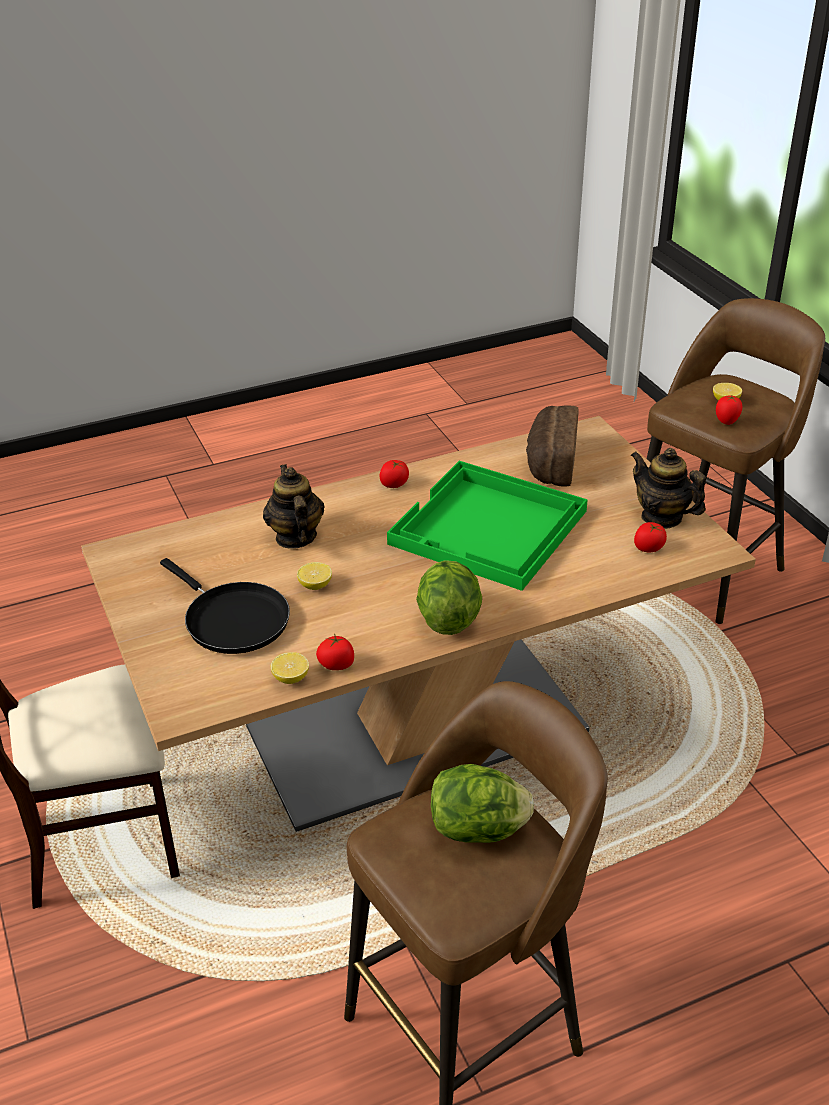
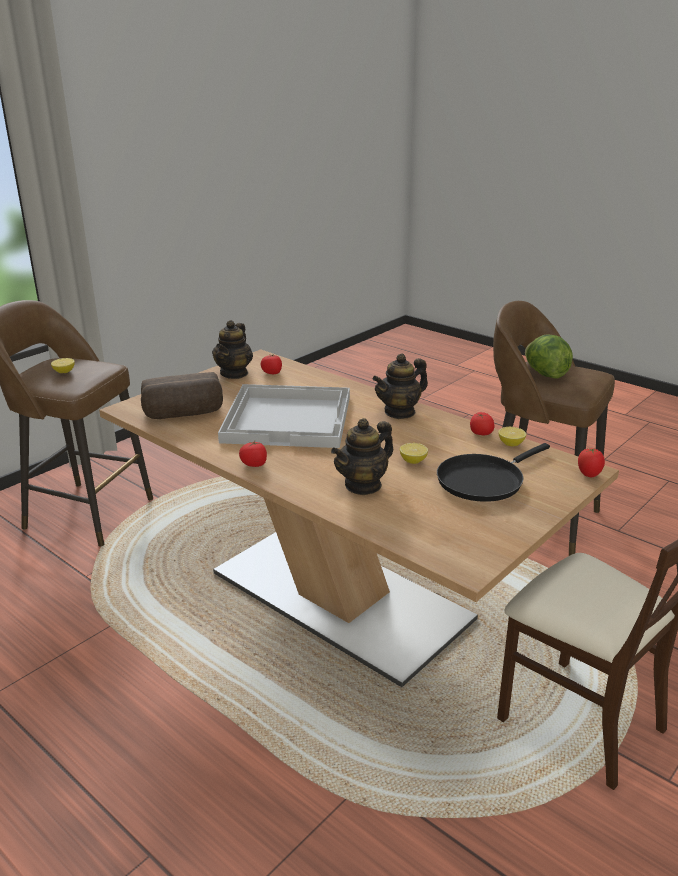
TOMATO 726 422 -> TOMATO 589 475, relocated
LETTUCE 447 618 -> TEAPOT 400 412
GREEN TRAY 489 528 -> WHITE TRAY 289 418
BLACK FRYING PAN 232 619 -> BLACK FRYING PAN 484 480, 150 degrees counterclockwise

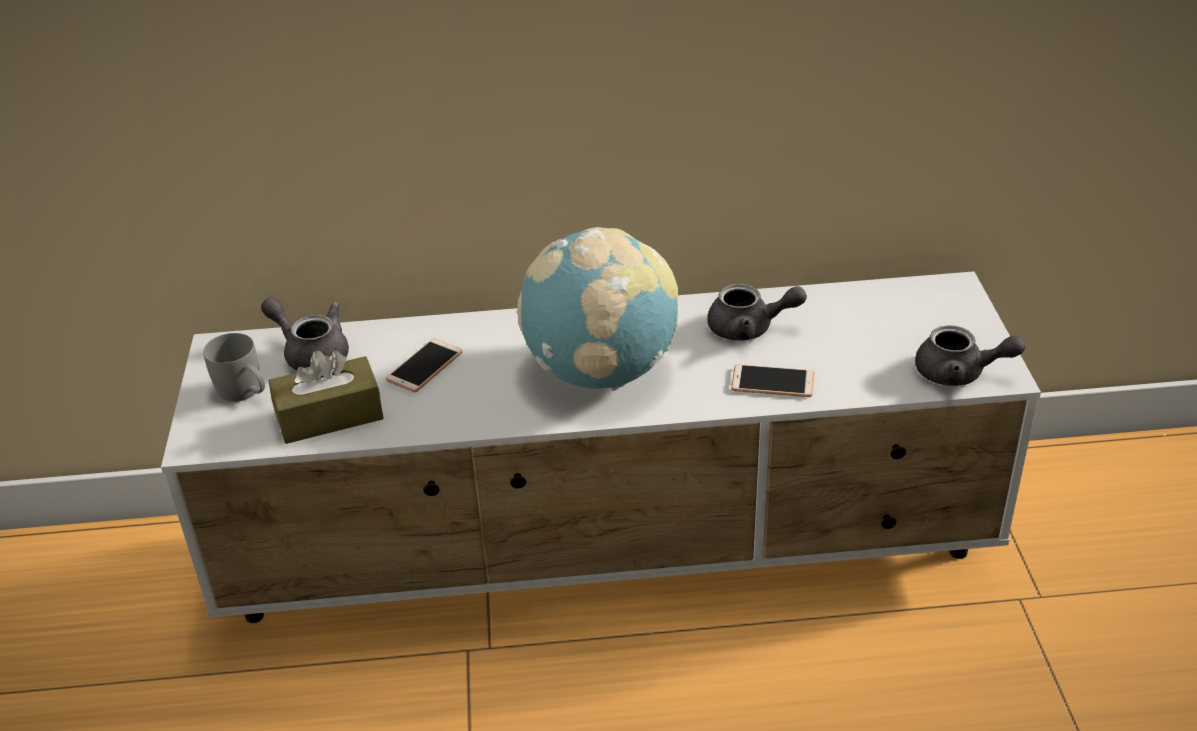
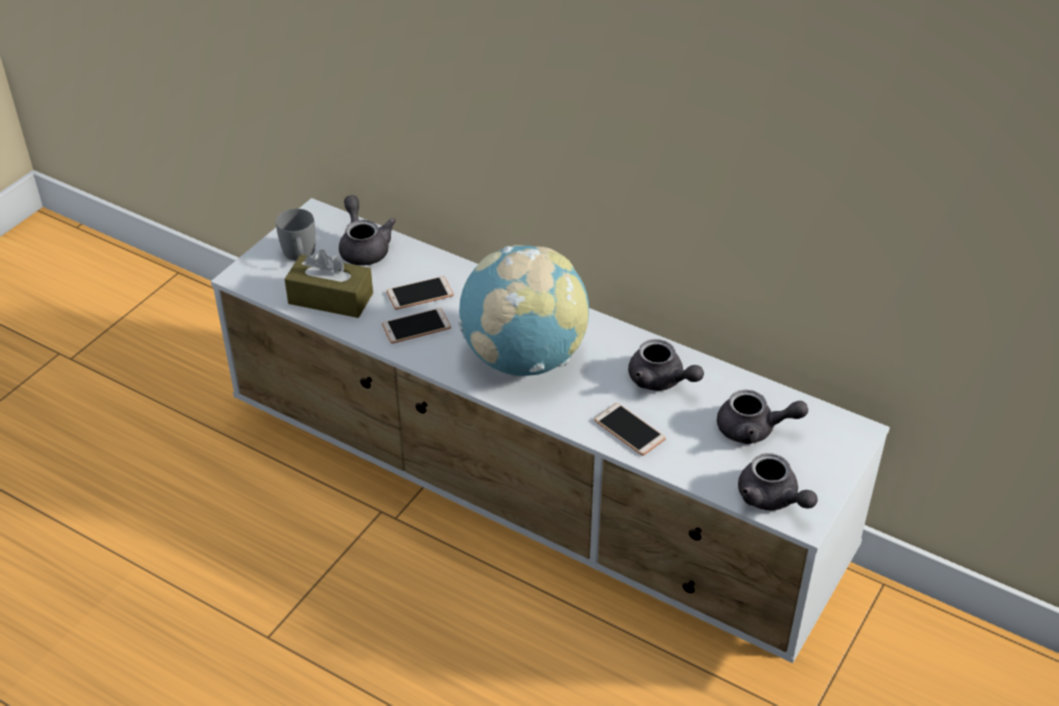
none -> PHONE 416 327
none -> GREY TEAPOT 754 430

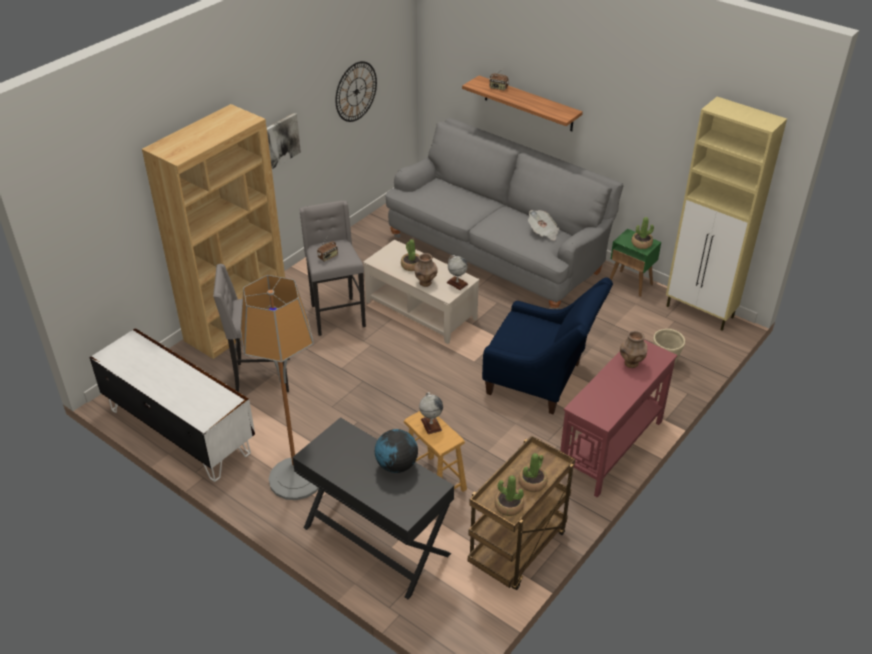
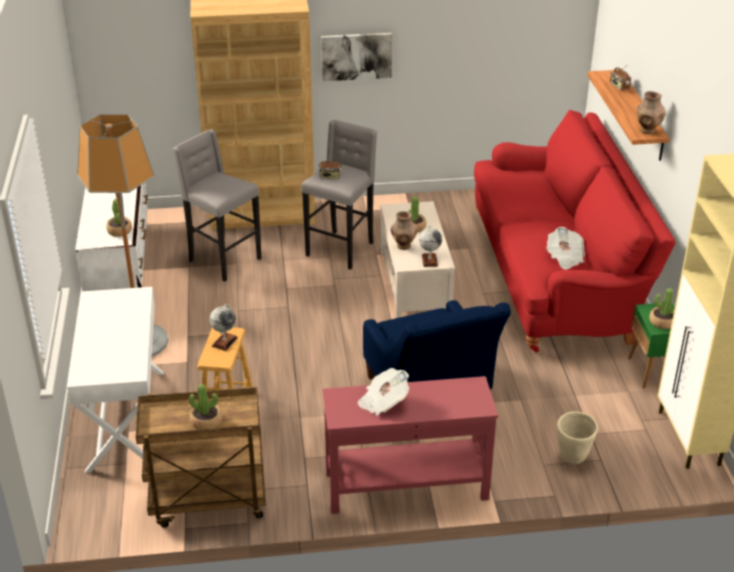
WALL CLOCK 356 91 -> none
GLOBE 396 465 -> none
none -> NEWSPAPER 383 402
POTTED PLANT 508 506 -> POTTED PLANT 119 231, relocated
BROWN VASE 631 363 -> BROWN VASE 647 131, relocated
BLACK DESK 375 541 -> WHITE DESK 125 419
GREY SOFA 497 253 -> RED SOFA 555 275

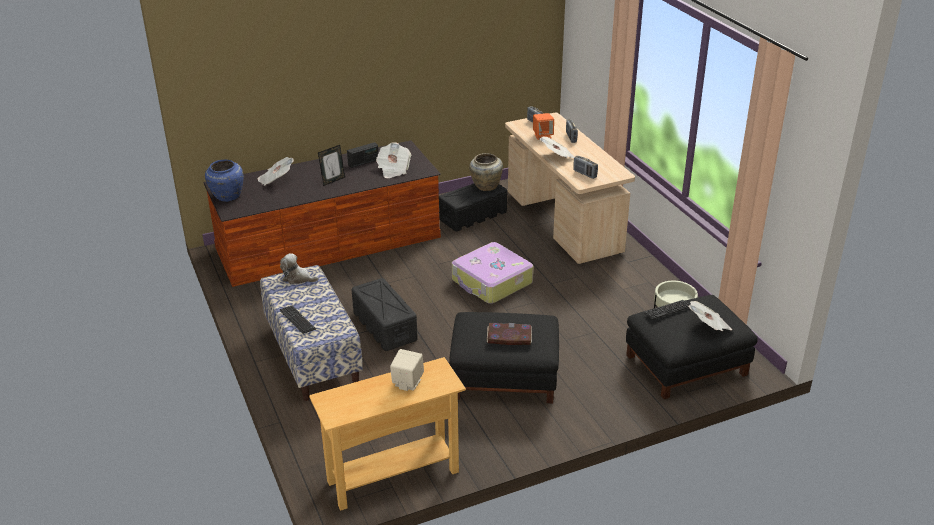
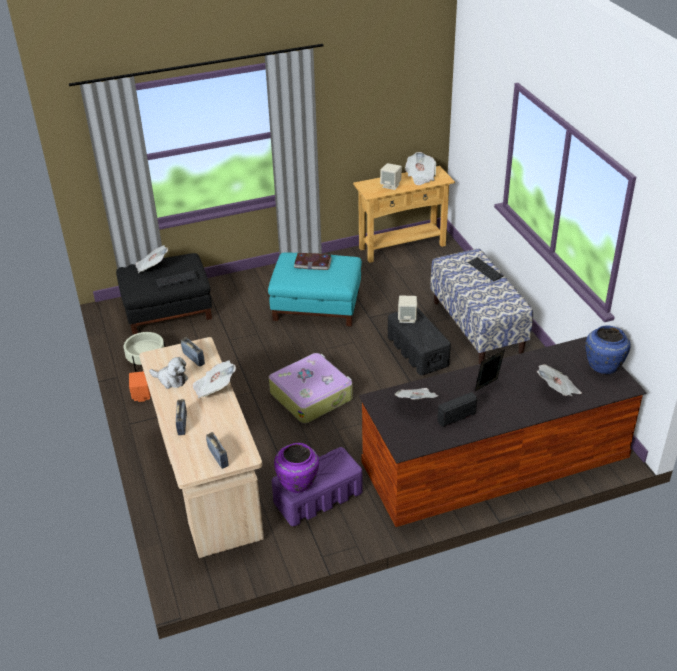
none -> BEIGE SPEAKER 407 318
none -> NEWSPAPER 420 177
PLUSH TOY 298 278 -> PLUSH TOY 171 379, relocated
ORANGE SPEAKER 543 136 -> ORANGE SPEAKER 141 396, relocated
BLACK STORAGE BOX 473 215 -> PURPLE STORAGE BOX 317 498
BLACK OTTOMAN 504 377 -> TURQUOISE OTTOMAN 317 305
BEIGE VASE 485 186 -> PURPLE VASE 298 483

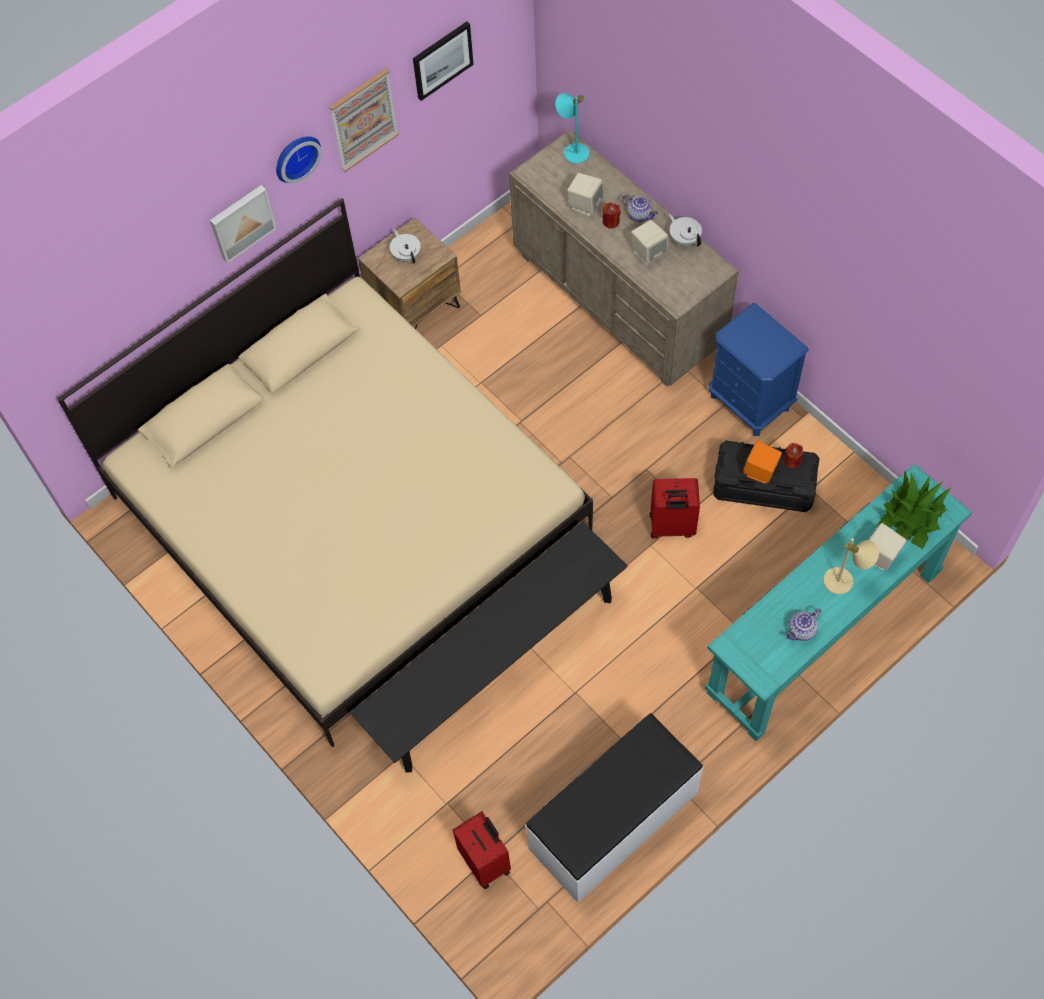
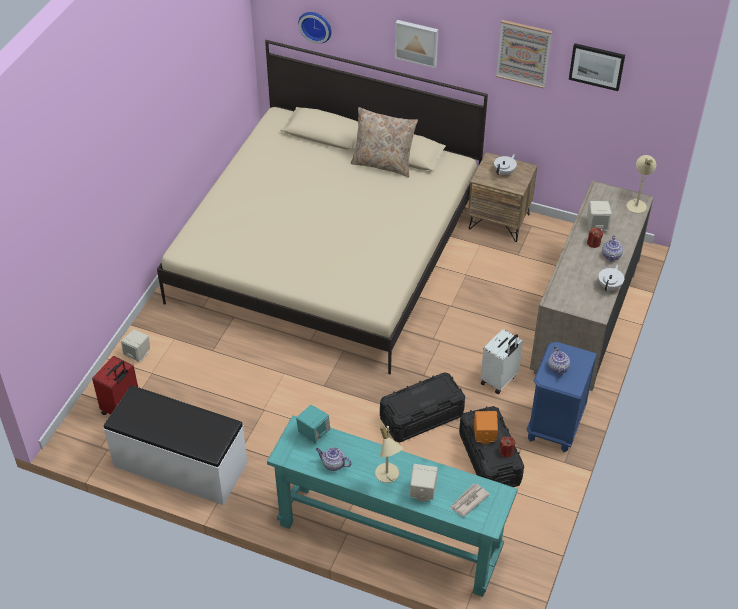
BLACK BENCH 495 666 -> none
none -> TURQUOISE SPEAKER 313 433
none -> BEIGE PILLOW 383 164
none -> WHITE SUITCASE 499 380
none -> TEAPOT 558 368
WALL CLOCK 295 156 -> WALL CLOCK 316 25, relocated
BEIGE SPEAKER 648 253 -> BEIGE SPEAKER 138 354, relocated
RED SUITCASE 672 527 -> BLACK STORAGE BOX 421 417
POTTED PLANT 911 517 -> NEWSPAPER 468 501
TURQUOISE TABLE LAMP 573 150 -> BEIGE TABLE LAMP 637 203

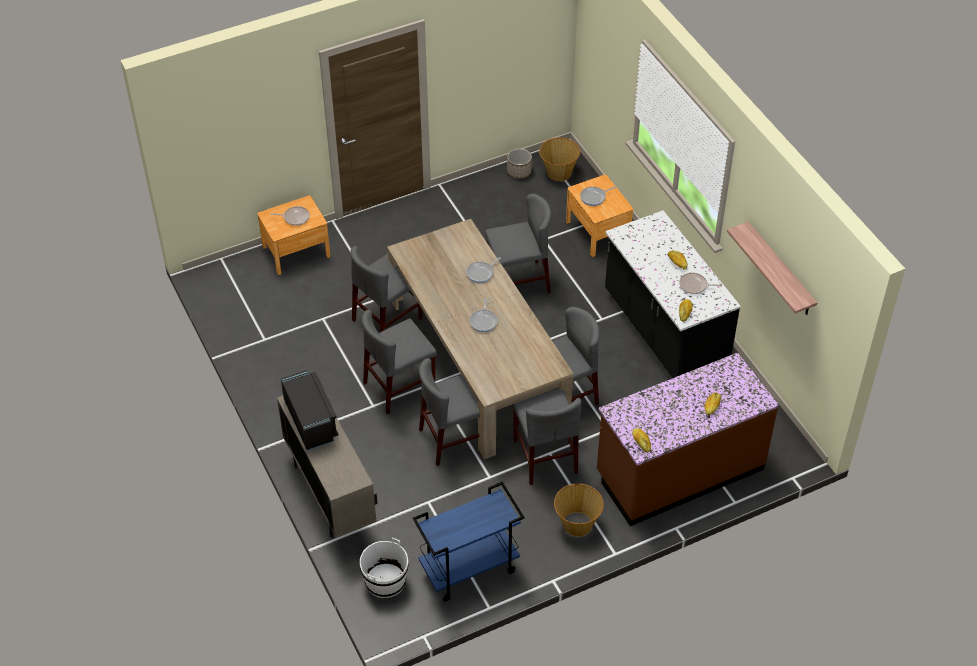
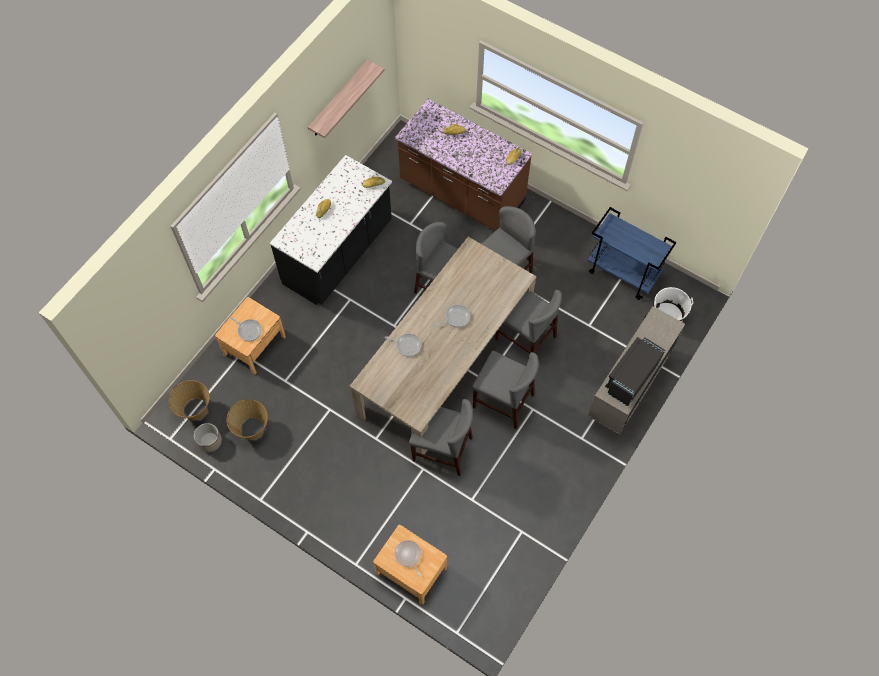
GREY CHAIR 518 282 -> none
FRYING PAN 694 286 -> none
BASKET 577 523 -> BASKET 251 428, relocated

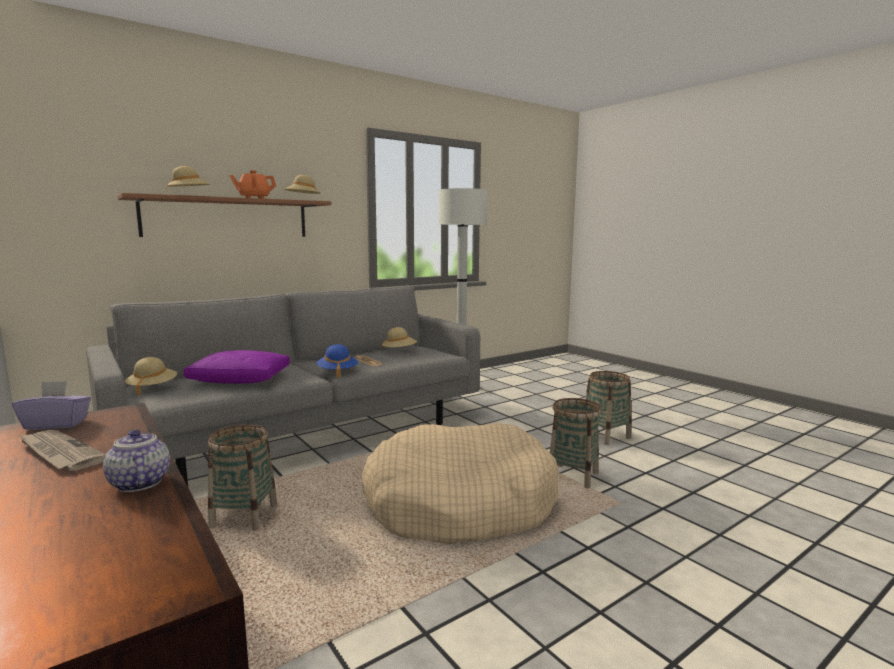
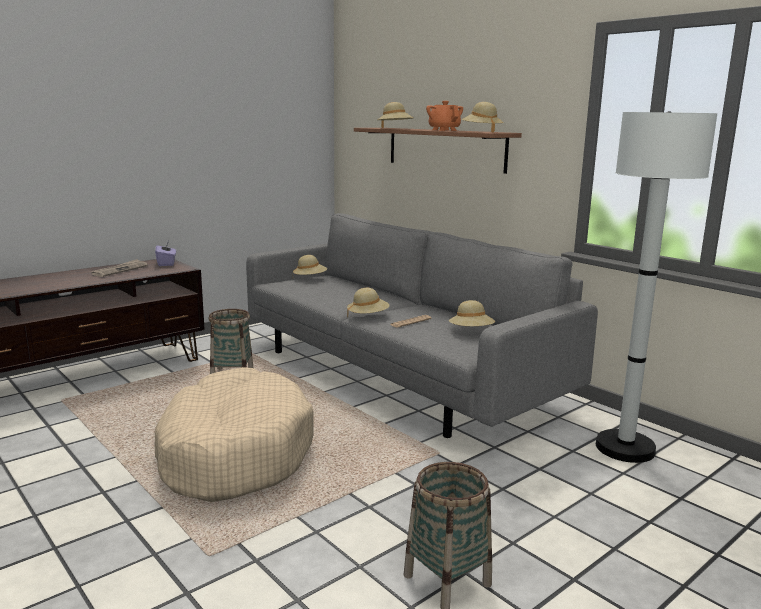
TEAPOT 138 482 -> none
PURPLE PILLOW 241 380 -> none
BASKET 573 476 -> none
BLUE HAT 337 372 -> BEIGE HAT 368 316

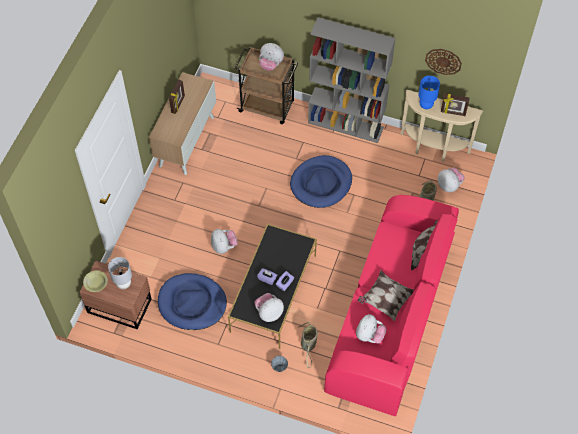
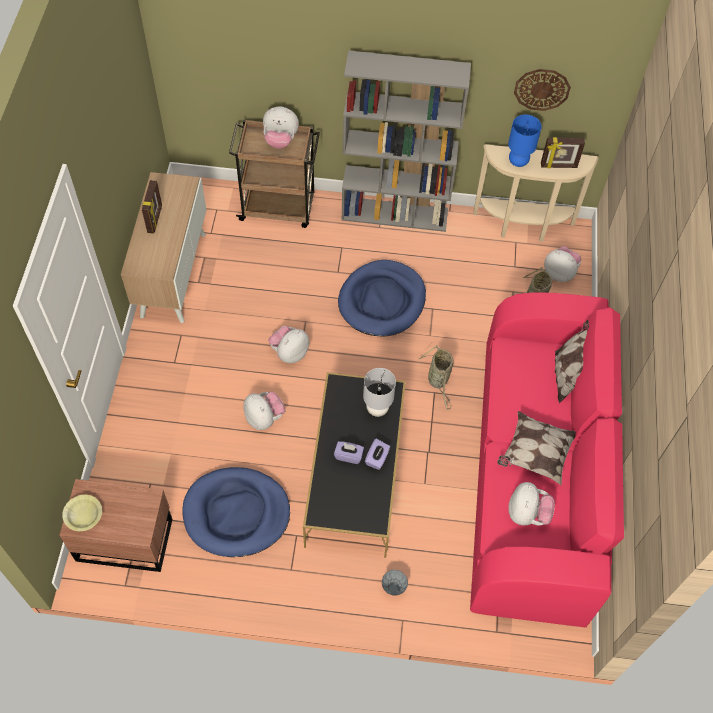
GREY TABLE LAMP 124 284 -> GREY TABLE LAMP 377 409, relocated
PLUSH TOY 269 312 -> PLUSH TOY 289 352, relocated
BASKET 308 345 -> BASKET 438 381, relocated

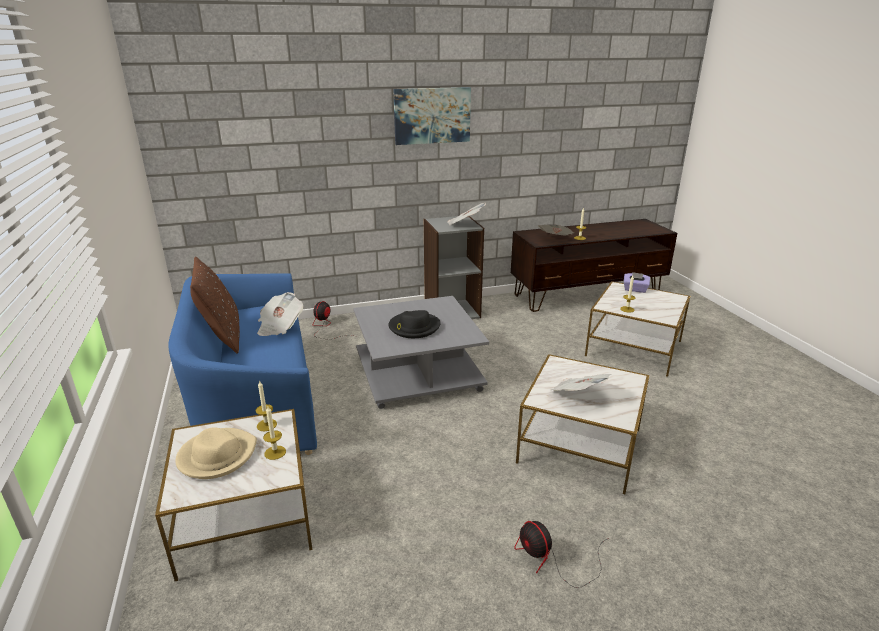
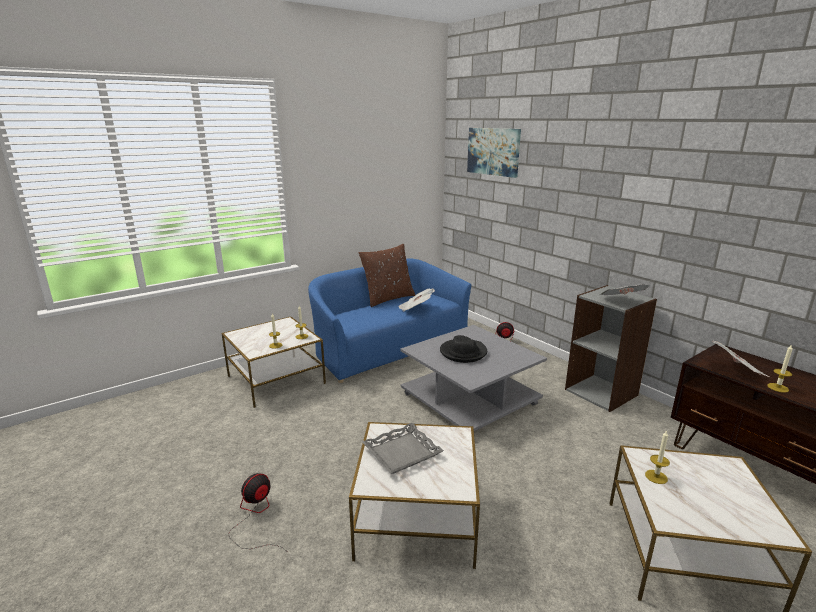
BEIGE HAT 217 456 -> none
PURPLE TISSUE BOX 635 289 -> none
PICTURE 432 115 -> PICTURE 493 151, relocated
NEWSPAPER 578 395 -> GREY TRAY 402 452

